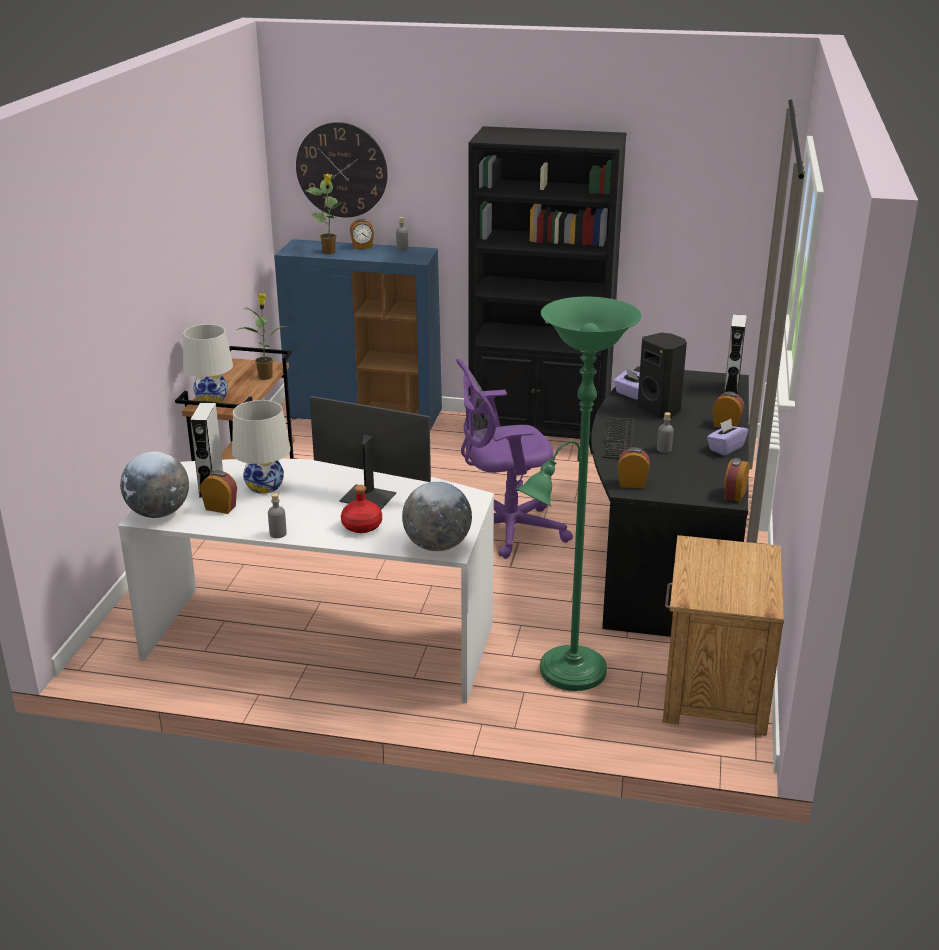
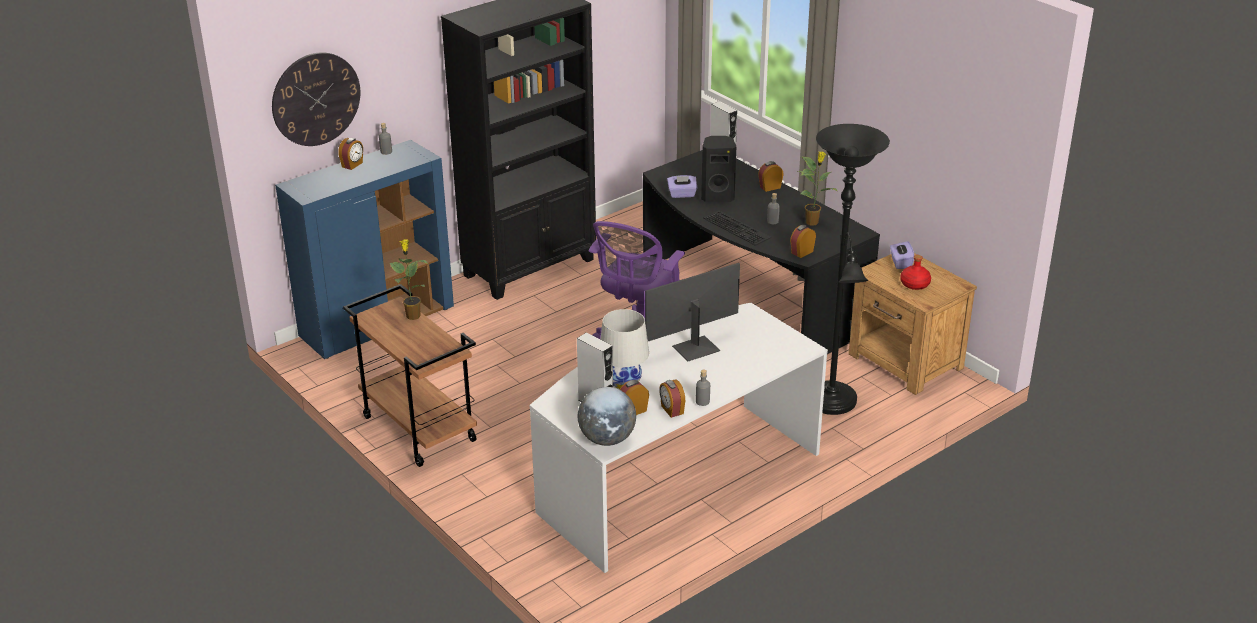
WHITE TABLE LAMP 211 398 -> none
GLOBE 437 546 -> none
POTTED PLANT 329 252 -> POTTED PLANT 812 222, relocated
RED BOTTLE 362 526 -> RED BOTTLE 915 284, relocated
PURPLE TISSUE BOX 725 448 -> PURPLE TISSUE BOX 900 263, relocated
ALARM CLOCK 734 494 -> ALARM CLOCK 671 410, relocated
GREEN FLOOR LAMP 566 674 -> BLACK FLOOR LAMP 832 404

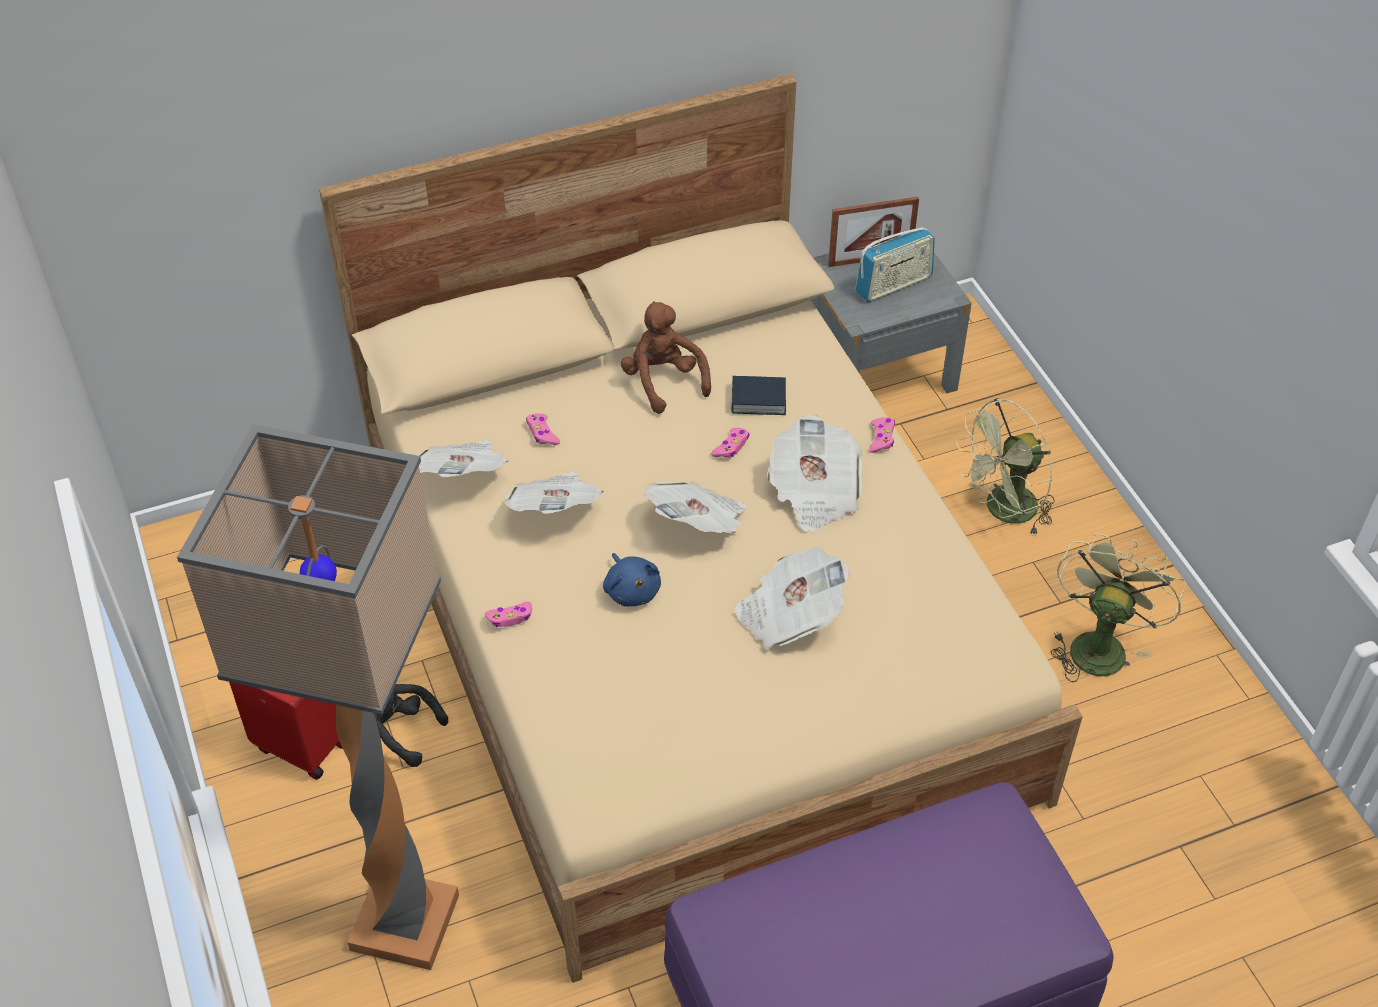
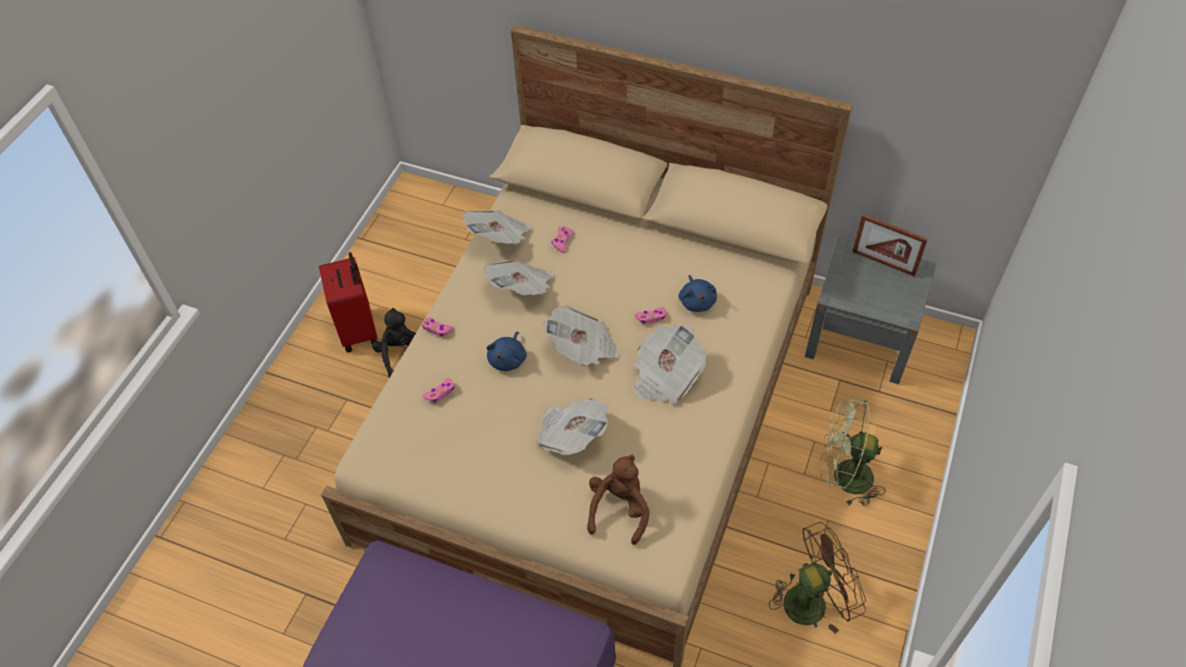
FLOOR LAMP 403 919 -> none
RADIO 893 285 -> none
BROWN PLUSH TOY 663 381 -> BROWN PLUSH TOY 619 509, relocated
PINK GAME CONTROLLER 881 438 -> PINK GAME CONTROLLER 440 393, relocated
BOOK 758 399 -> BLUE PLUSH TOY 697 301
GREEN FAN 1099 643 -> BROWN FAN 812 599

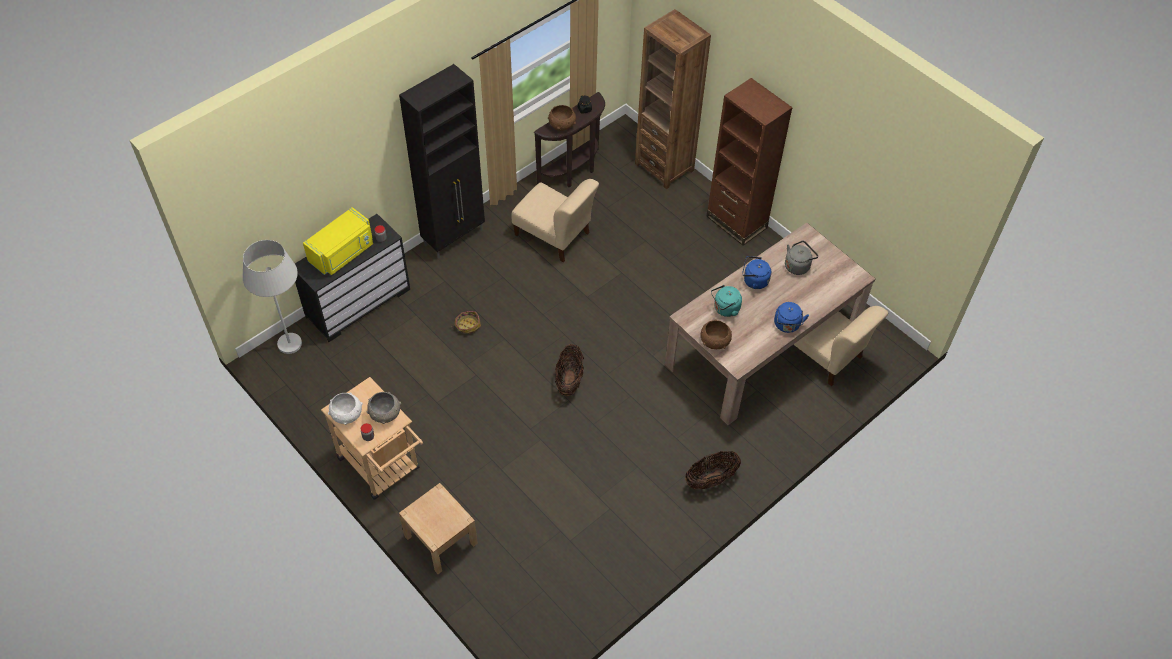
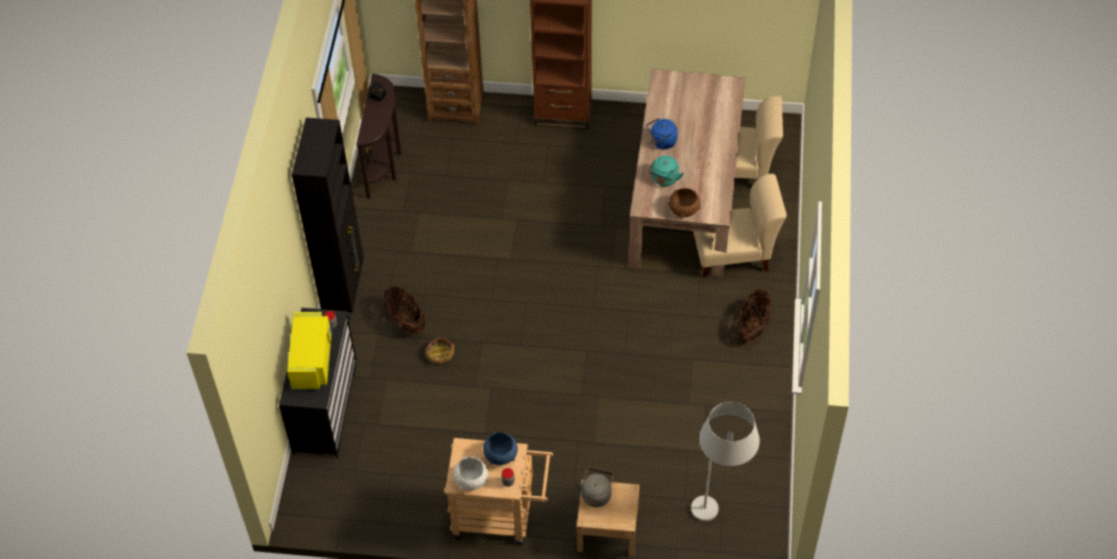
BROWN BOWL 562 125 -> none
BLUE KETTLE 787 325 -> none
WHITE FLOOR LAMP 295 353 -> WHITE FLOOR LAMP 719 513, relocated
BEIGE CHAIR 554 236 -> BEIGE CHAIR 734 254, relocated
BASKET 569 380 -> BASKET 406 320, relocated
GREY KETTLE 798 265 -> GREY KETTLE 596 494, relocated
GREY BOWL 385 414 -> BLUE BOWL 501 455

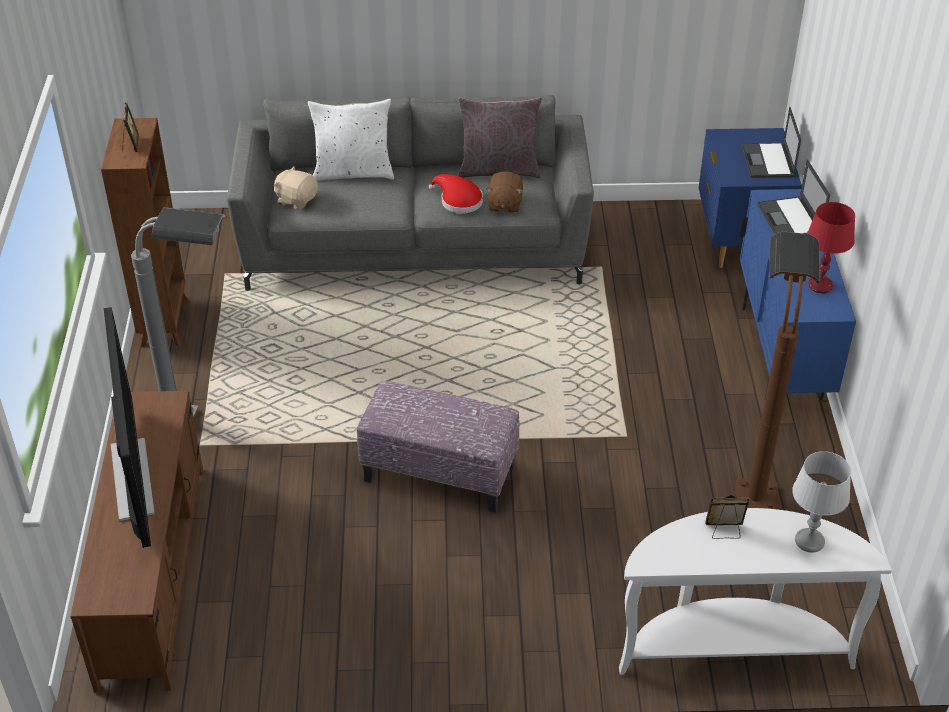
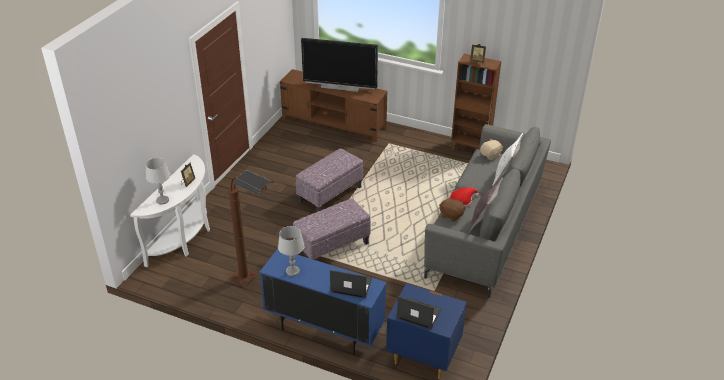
GREY FLOOR LAMP 201 423 -> none
none -> OTTOMAN 332 247
RED TABLE LAMP 820 285 -> GREY TABLE LAMP 292 271

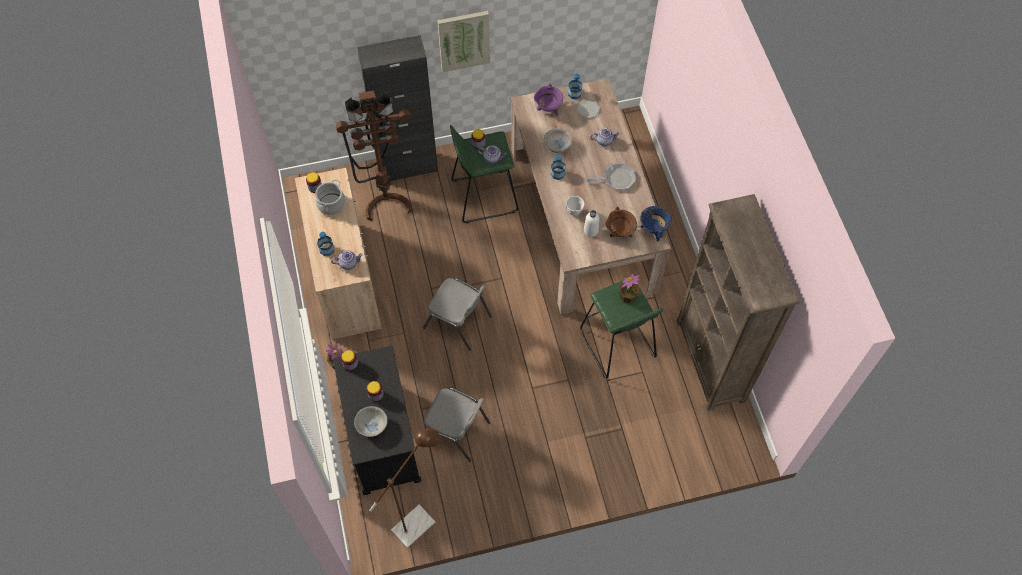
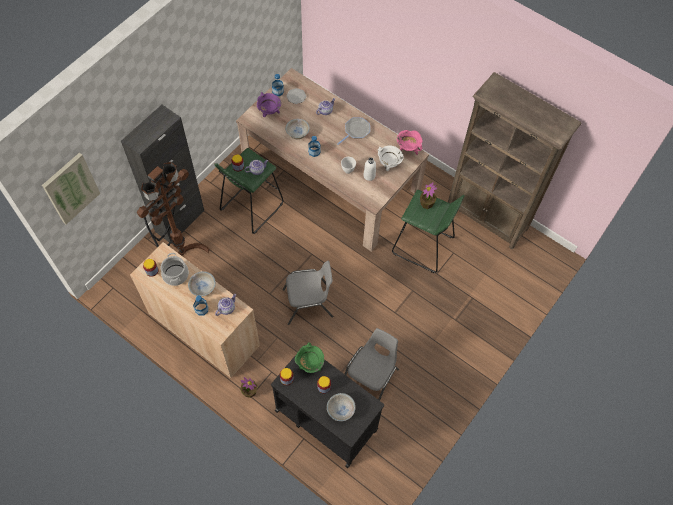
BROWN FLOOR LAMP 419 520 -> none
none -> WHITE BOWL 203 288
none -> GREEN COOKING POT 310 364
PICTURE 464 40 -> PICTURE 71 188, relocated
BROWN COOKING POT 619 233 -> WHITE COOKING POT 388 165
BLUE COOKING POT 653 230 -> PINK COOKING POT 408 149
GREY CHAIR 456 431 -> GREY CHAIR 371 378, 45 degrees counterclockwise

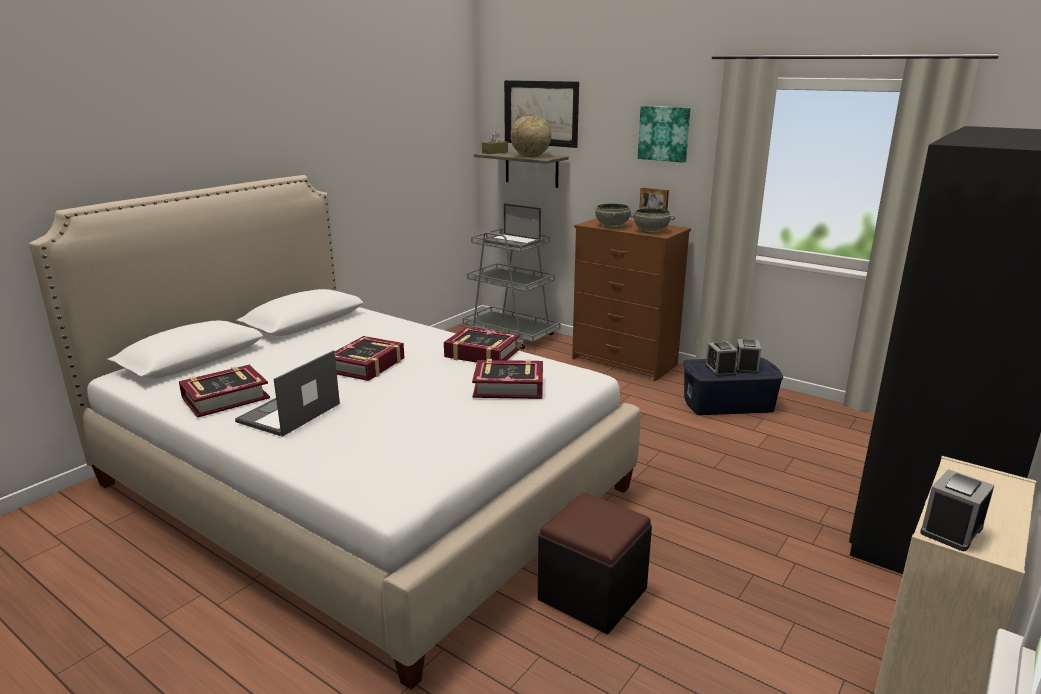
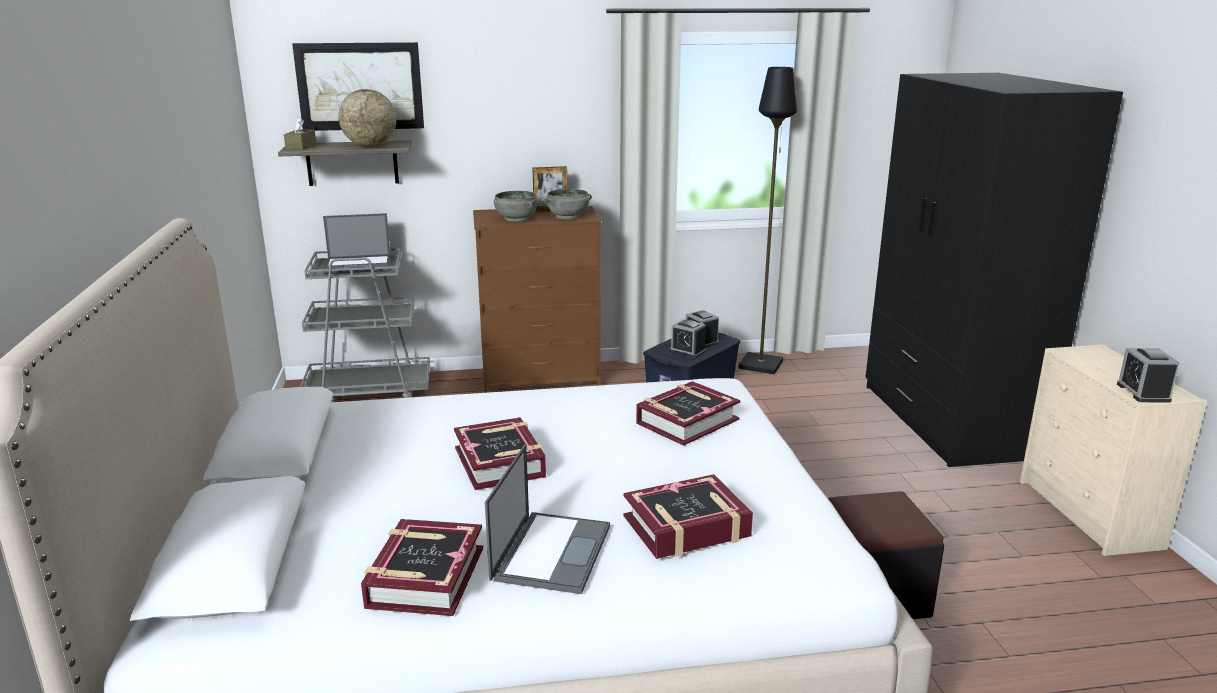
PICTURE 664 133 -> none
none -> BLACK FLOOR LAMP 761 364
BOOK 481 354 -> BOOK 686 527, relocated
LAPTOP 288 413 -> LAPTOP 551 551, 150 degrees counterclockwise

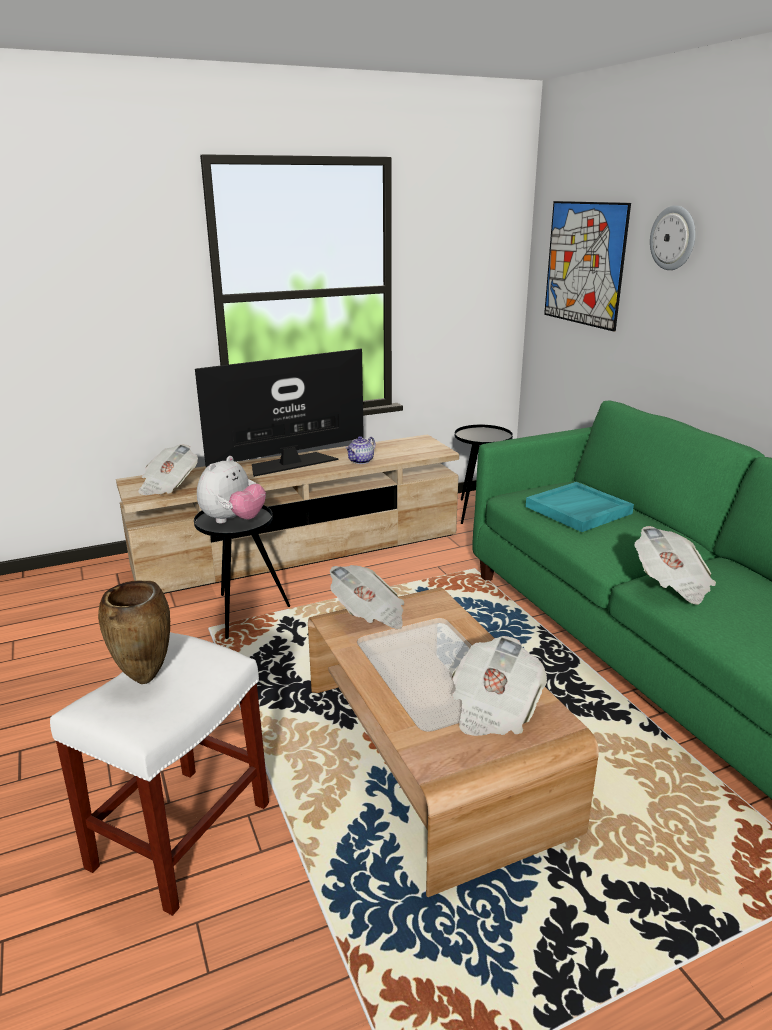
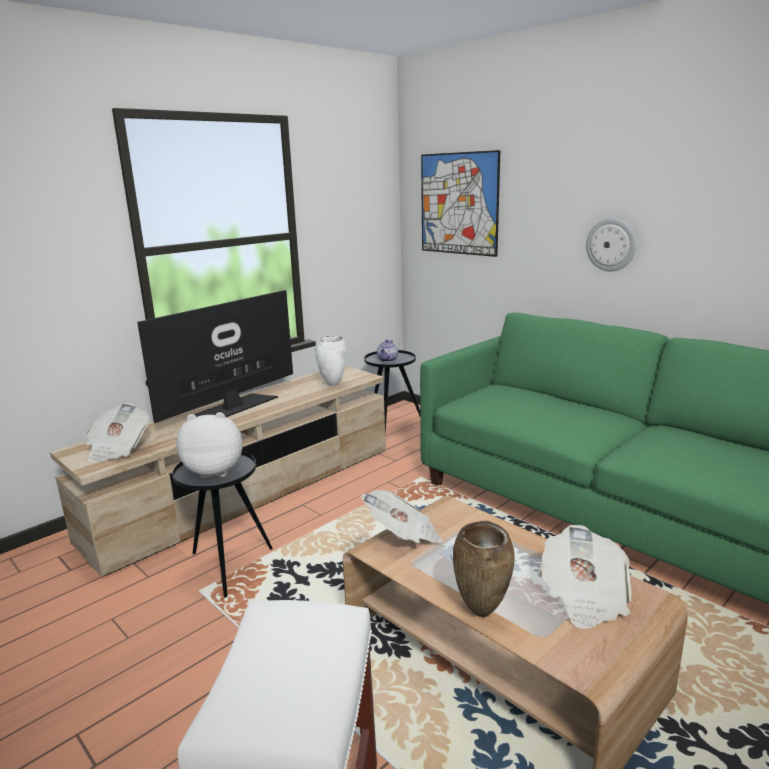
TURQUOISE TRAY 578 510 -> none
NEWSPAPER 672 584 -> none
none -> WHITE VASE 332 384
BROWN VASE 145 680 -> BROWN VASE 482 613, relocated
TEAPOT 361 461 -> TEAPOT 388 360, relocated
WALL CLOCK 673 238 -> WALL CLOCK 611 244, relocated
PLUSH TOY 233 520 -> PLUSH TOY 215 471, 105 degrees counterclockwise

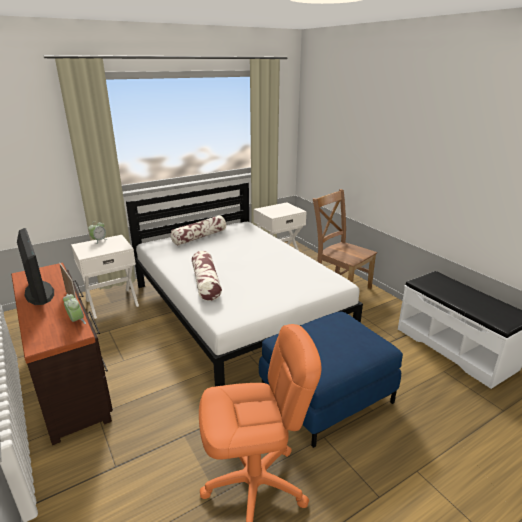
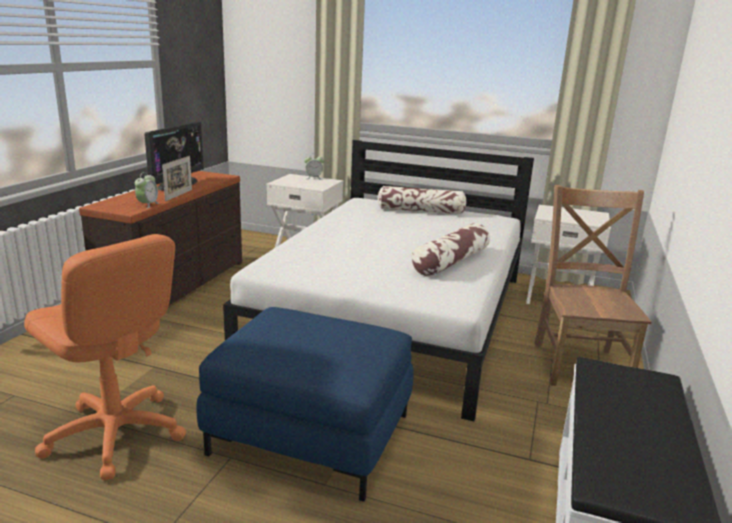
PILLOW 206 283 -> PILLOW 451 262, relocated

